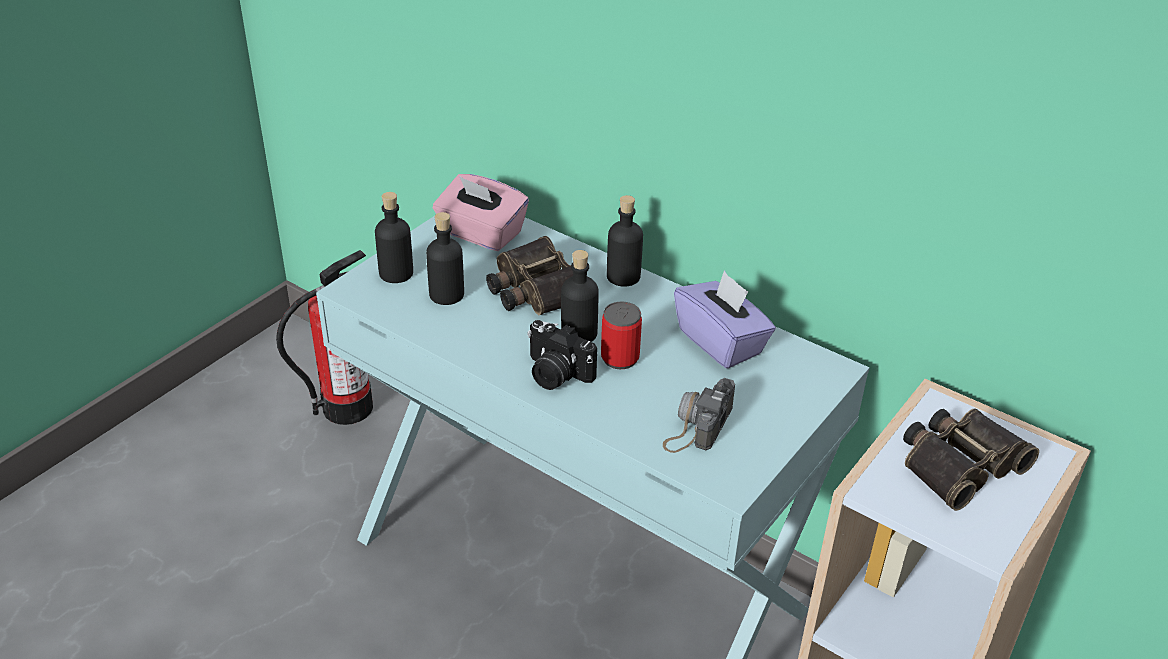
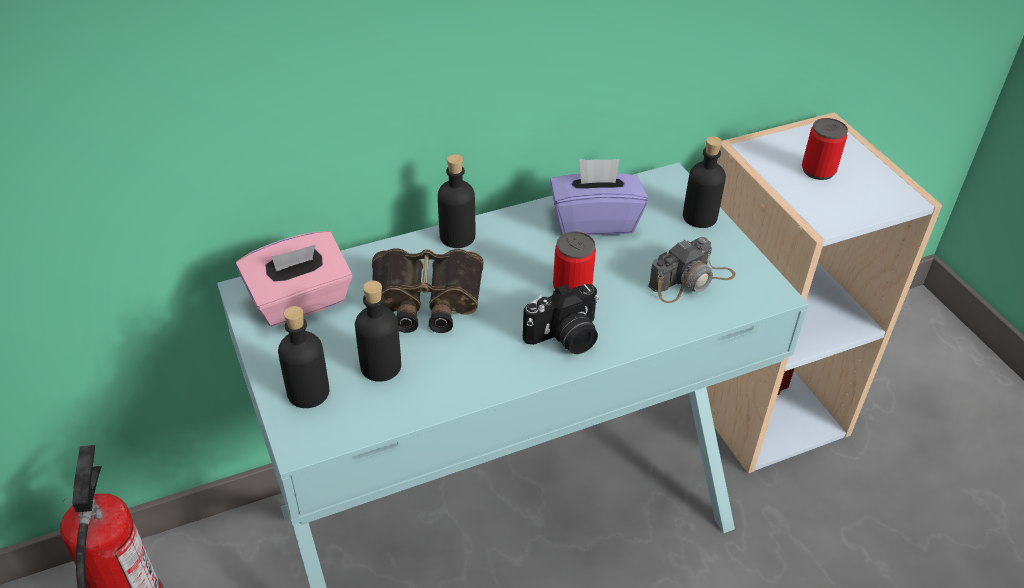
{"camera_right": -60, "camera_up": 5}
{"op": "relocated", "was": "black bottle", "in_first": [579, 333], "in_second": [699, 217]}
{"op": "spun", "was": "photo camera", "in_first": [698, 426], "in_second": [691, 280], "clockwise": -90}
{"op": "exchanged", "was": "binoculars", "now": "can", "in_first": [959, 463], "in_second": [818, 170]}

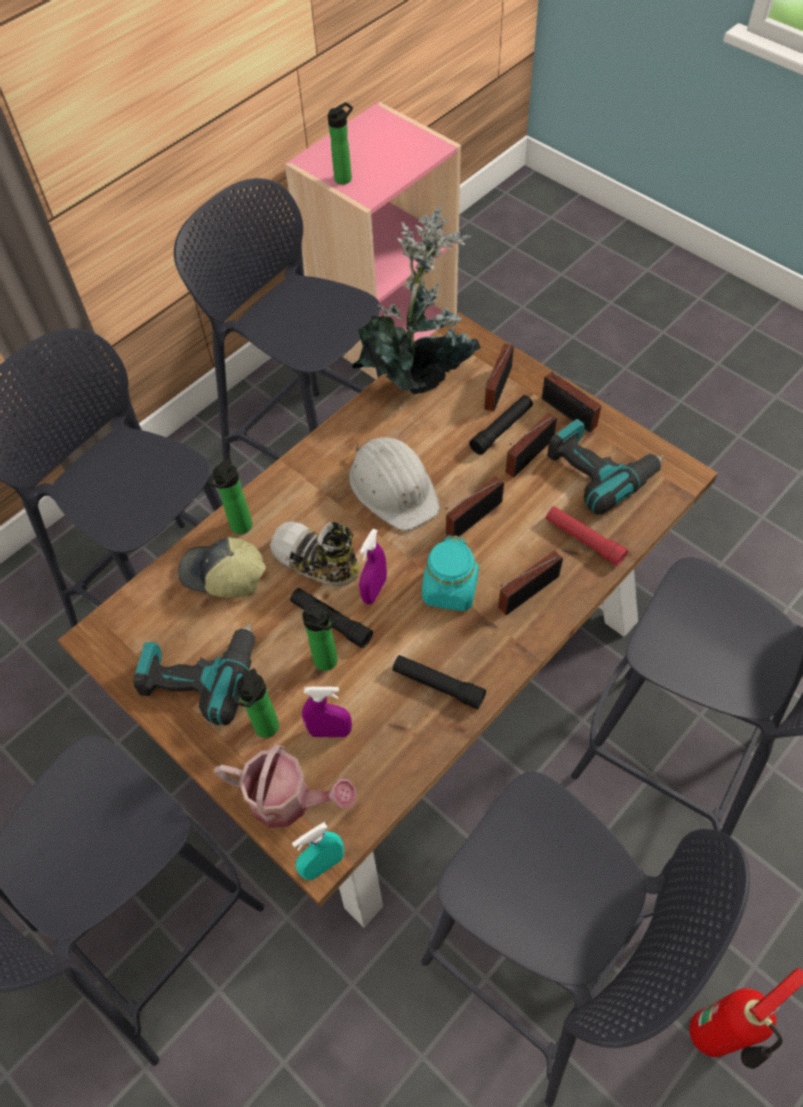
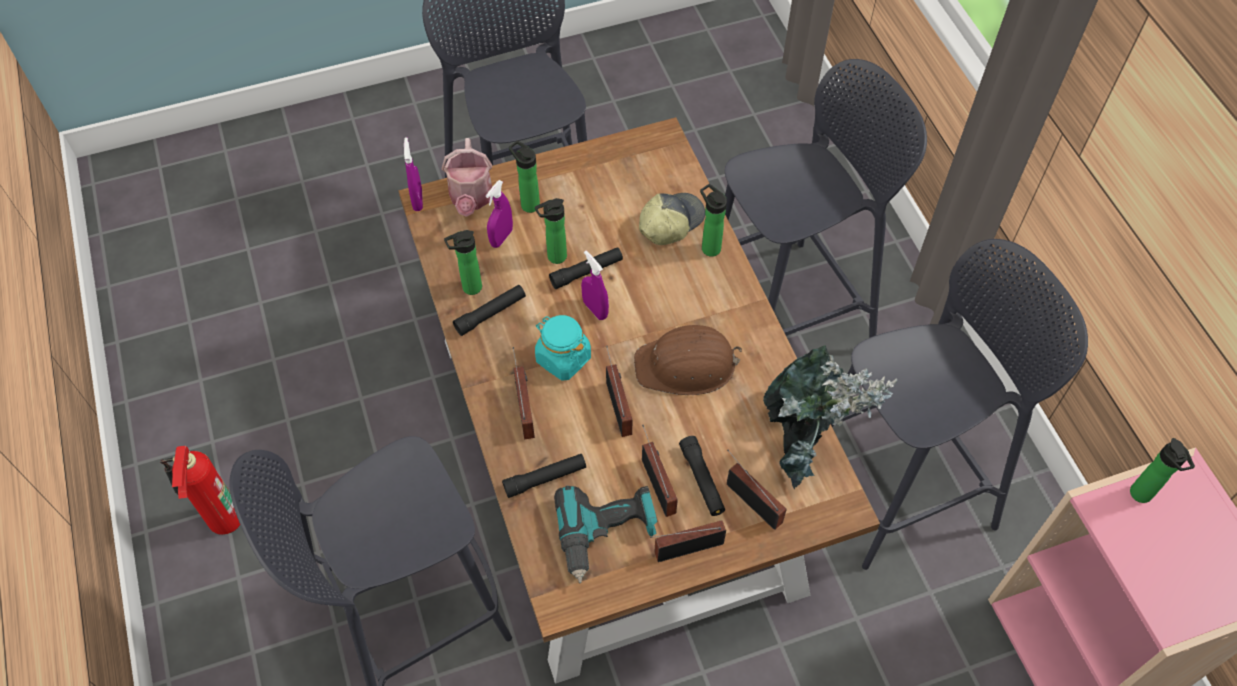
{"camera_right": 115, "camera_up": 0}
{"op": "colour", "was": "white hard hat", "now": "brown hard hat", "in_first": [393, 487], "in_second": [686, 365]}
{"op": "colour", "was": "red flashlight", "now": "black flashlight", "in_first": [584, 540], "in_second": [545, 478]}
{"op": "missing", "was": "shoe", "in_first": [315, 561]}
{"op": "missing", "was": "power drill", "in_first": [201, 674]}
{"op": "spun", "was": "watering can", "in_first": [289, 800], "in_second": [471, 199], "clockwise": -45}
{"op": "missing", "was": "grey stool", "in_first": [539, 963]}
{"op": "colour", "was": "turquoise spray bottle", "now": "purple spray bottle", "in_first": [323, 865], "in_second": [417, 200]}
{"op": "appeared", "now": "bottle", "in_second": [469, 288]}

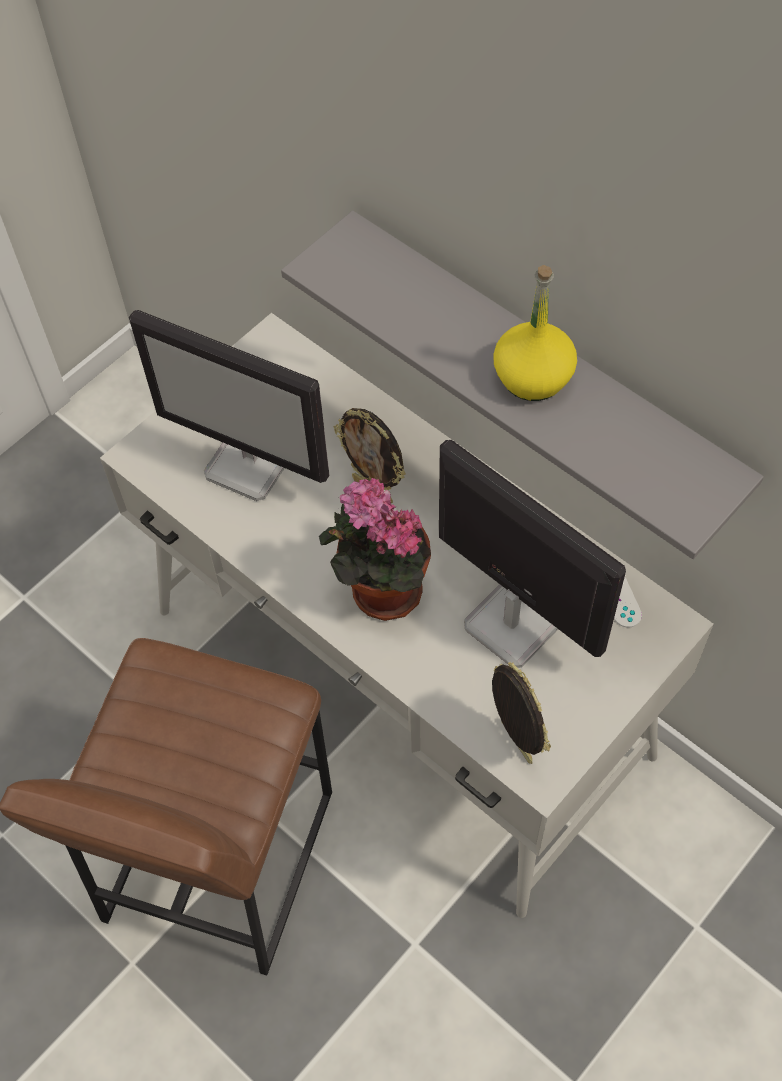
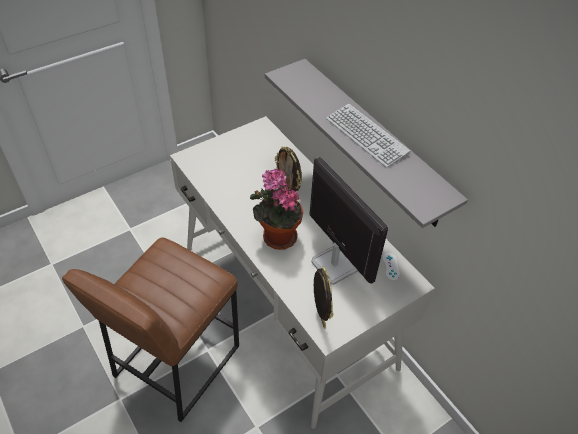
{"camera_right": 10, "camera_up": -10}
{"op": "exchanged", "was": "yellow bottle", "now": "keyboard", "in_first": [533, 377], "in_second": [366, 136]}
{"op": "missing", "was": "monitor", "in_first": [251, 464]}

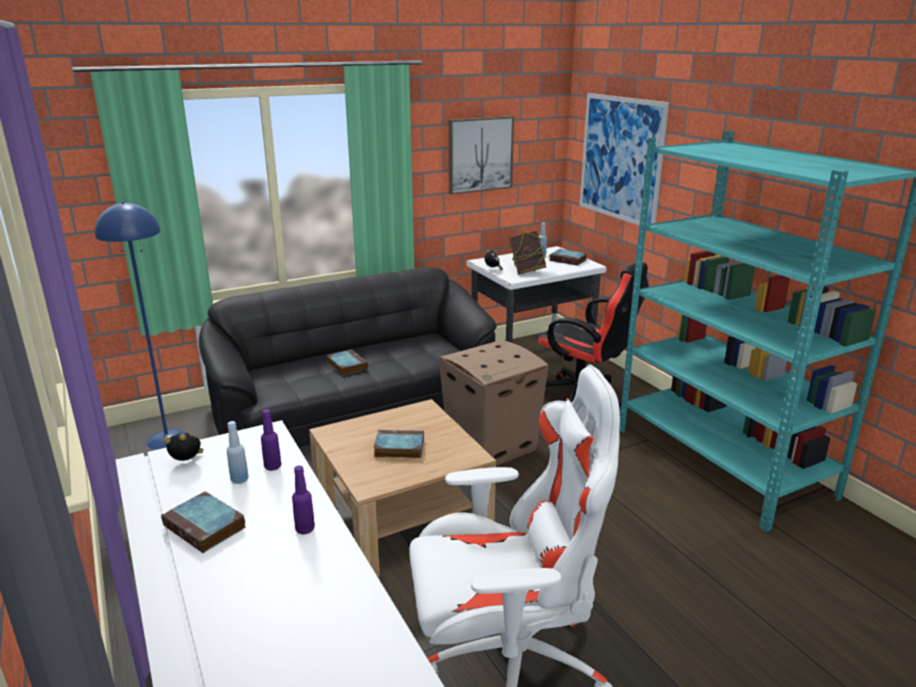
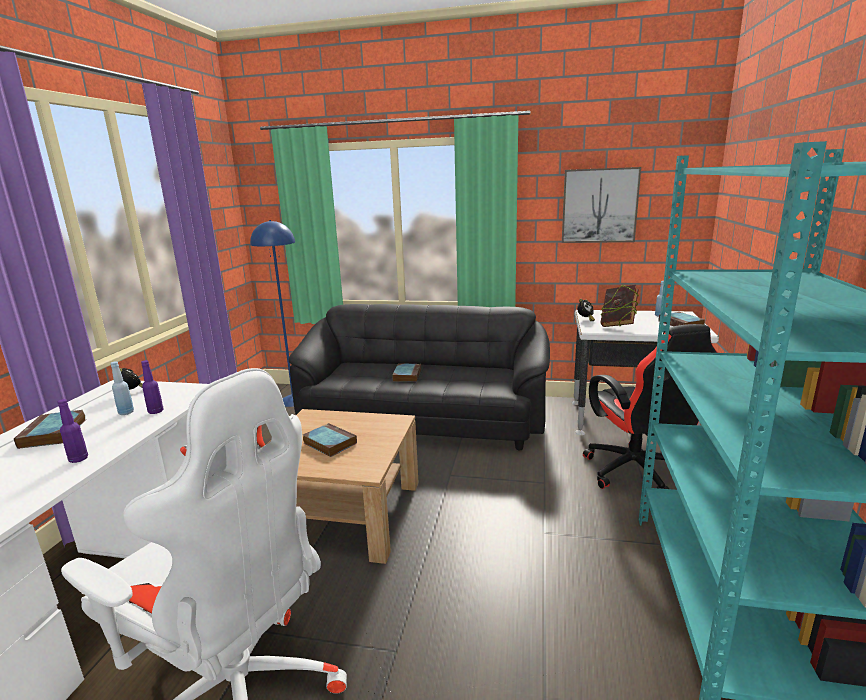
{"camera_right": 40, "camera_up": -5}
{"op": "missing", "was": "picture", "in_first": [620, 159]}
{"op": "missing", "was": "cardboard box", "in_first": [492, 445]}

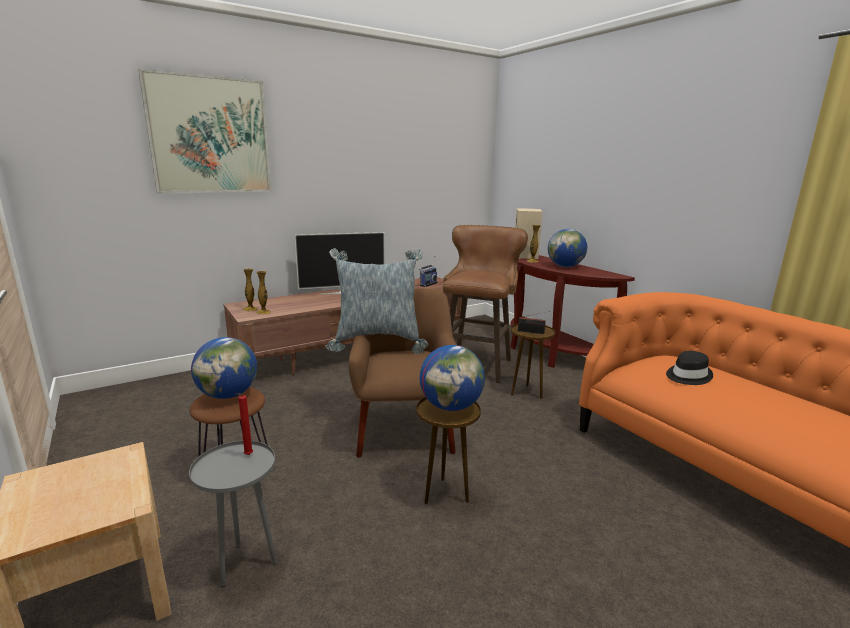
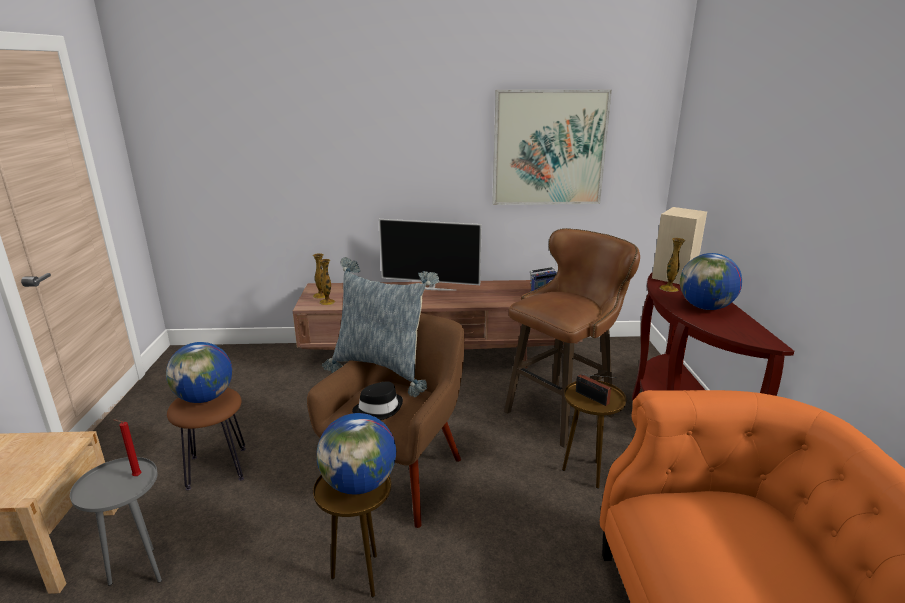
{"camera_right": 30, "camera_up": 5}
{"op": "relocated", "was": "picture", "in_first": [210, 136], "in_second": [549, 148]}
{"op": "relocated", "was": "black hat", "in_first": [687, 376], "in_second": [378, 409]}

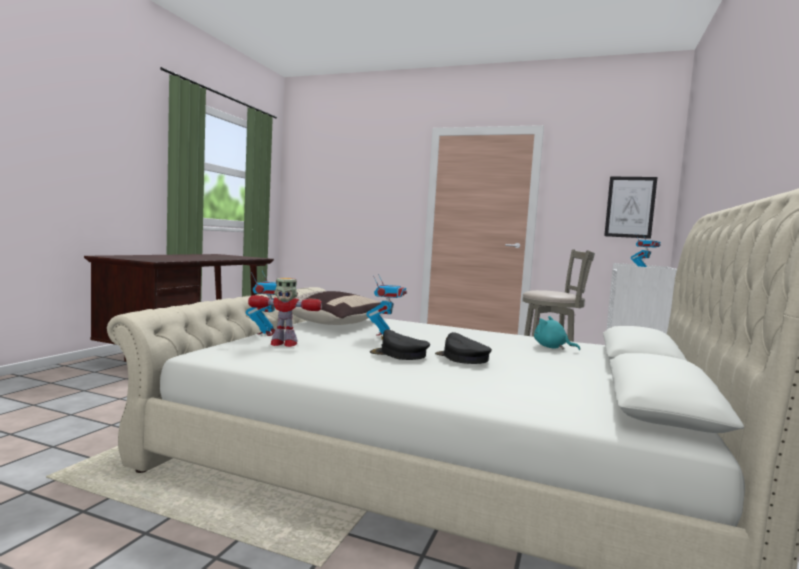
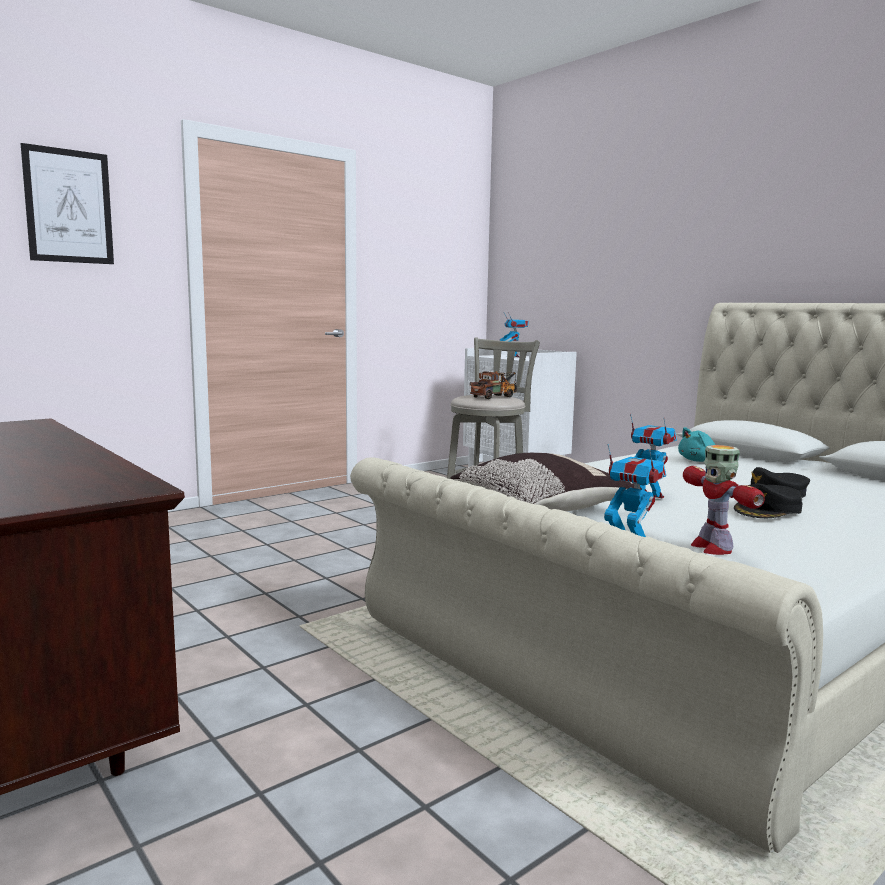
{"camera_right": -60, "camera_up": 5}
{"op": "relocated", "was": "picture", "in_first": [630, 207], "in_second": [69, 206]}
{"op": "spun", "was": "toy robot", "in_first": [283, 343], "in_second": [712, 547], "clockwise": 135}
{"op": "appeared", "now": "toy truck", "in_second": [496, 396]}

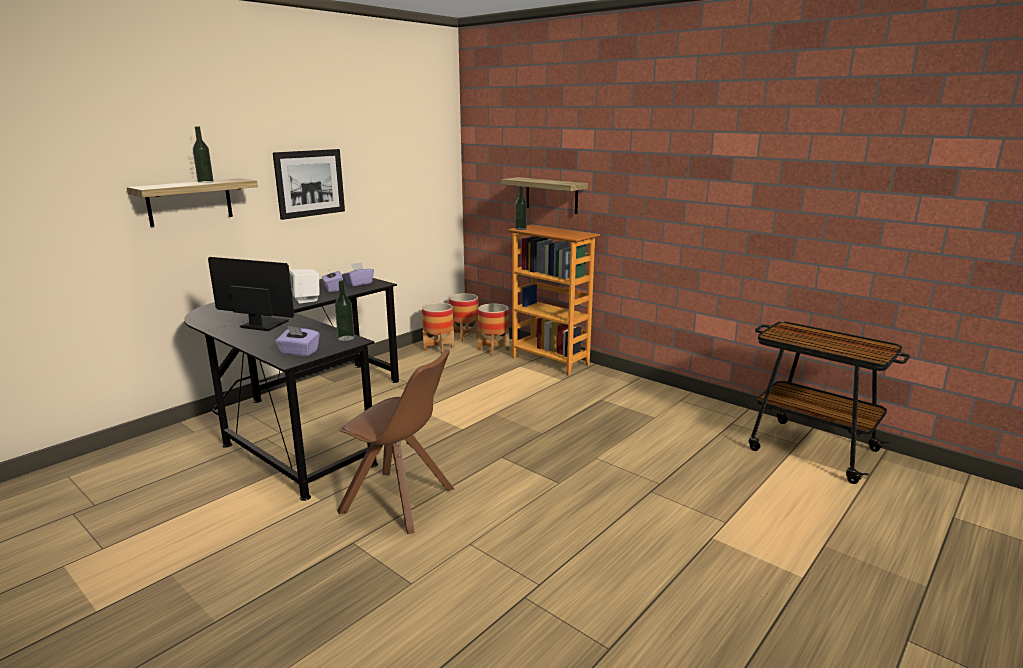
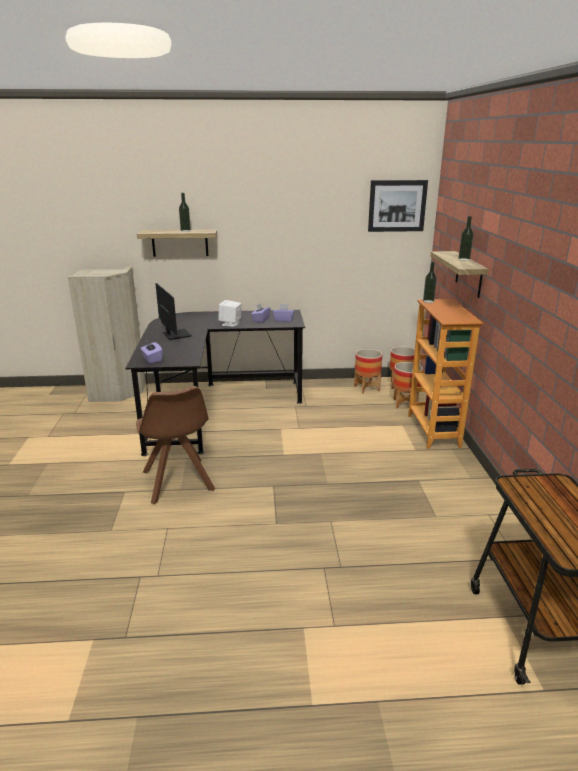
{"camera_right": 45, "camera_up": 5}
{"op": "relocated", "was": "picture", "in_first": [310, 183], "in_second": [397, 206]}
{"op": "relocated", "was": "bottle", "in_first": [346, 338], "in_second": [464, 259]}
{"op": "appeared", "now": "beige cabinet", "in_second": [117, 392]}

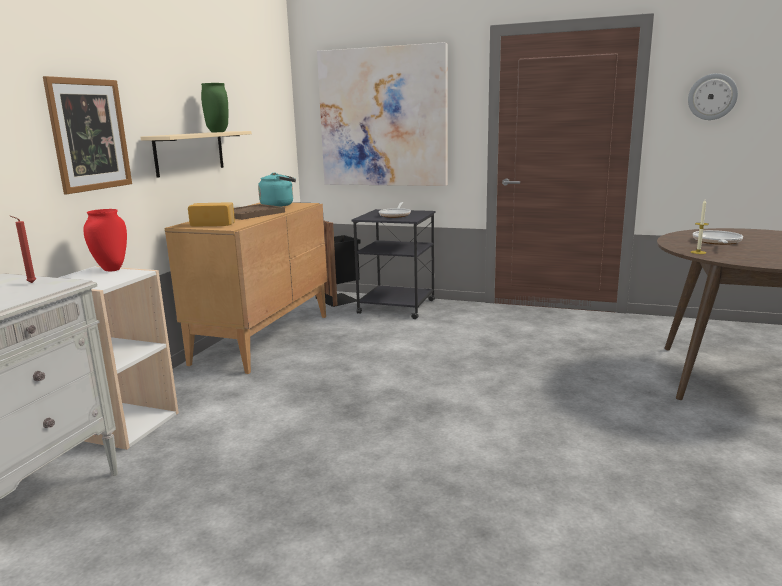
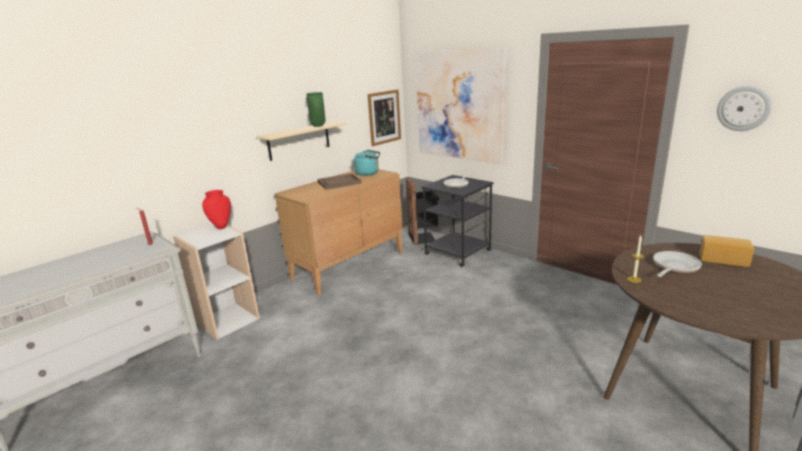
{"camera_right": 25, "camera_up": 5}
{"op": "relocated", "was": "picture", "in_first": [89, 135], "in_second": [384, 117]}
{"op": "relocated", "was": "bread", "in_first": [213, 224], "in_second": [723, 259]}

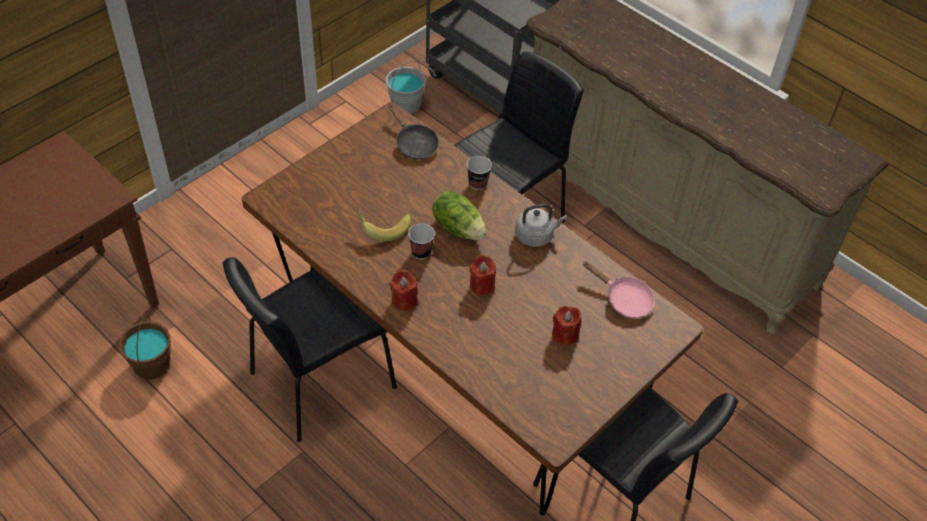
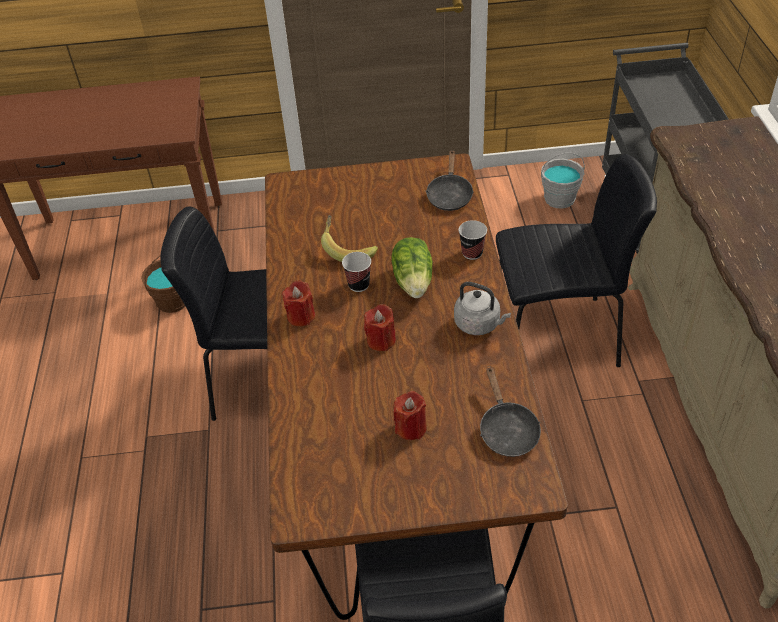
{"camera_right": 45, "camera_up": -5}
{"op": "colour", "was": "pink frying pan", "now": "black frying pan", "in_first": [624, 299], "in_second": [507, 430]}

